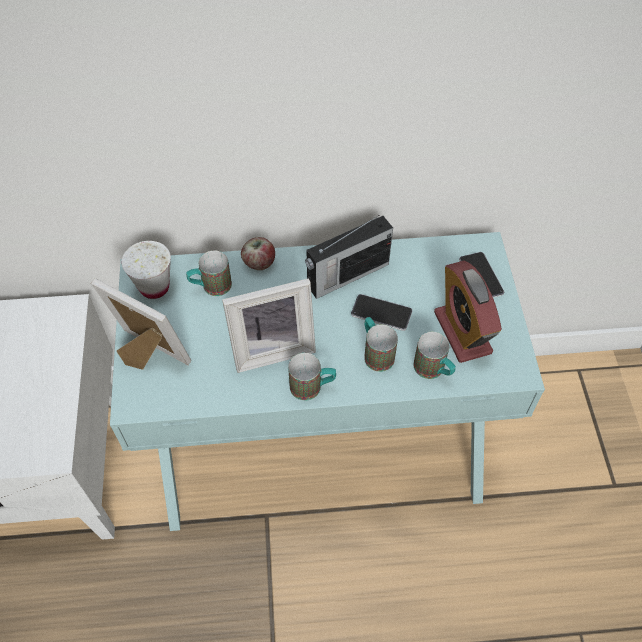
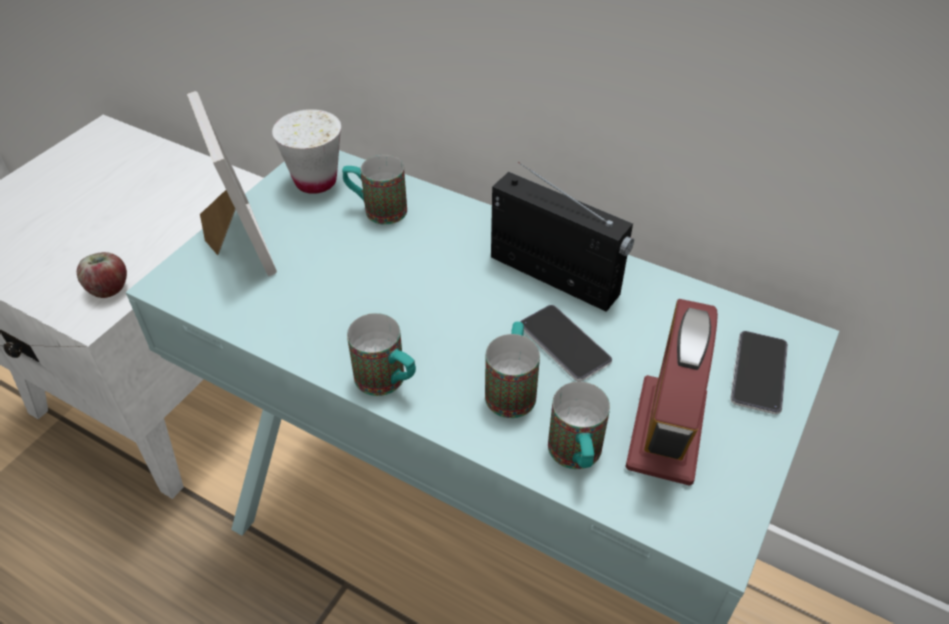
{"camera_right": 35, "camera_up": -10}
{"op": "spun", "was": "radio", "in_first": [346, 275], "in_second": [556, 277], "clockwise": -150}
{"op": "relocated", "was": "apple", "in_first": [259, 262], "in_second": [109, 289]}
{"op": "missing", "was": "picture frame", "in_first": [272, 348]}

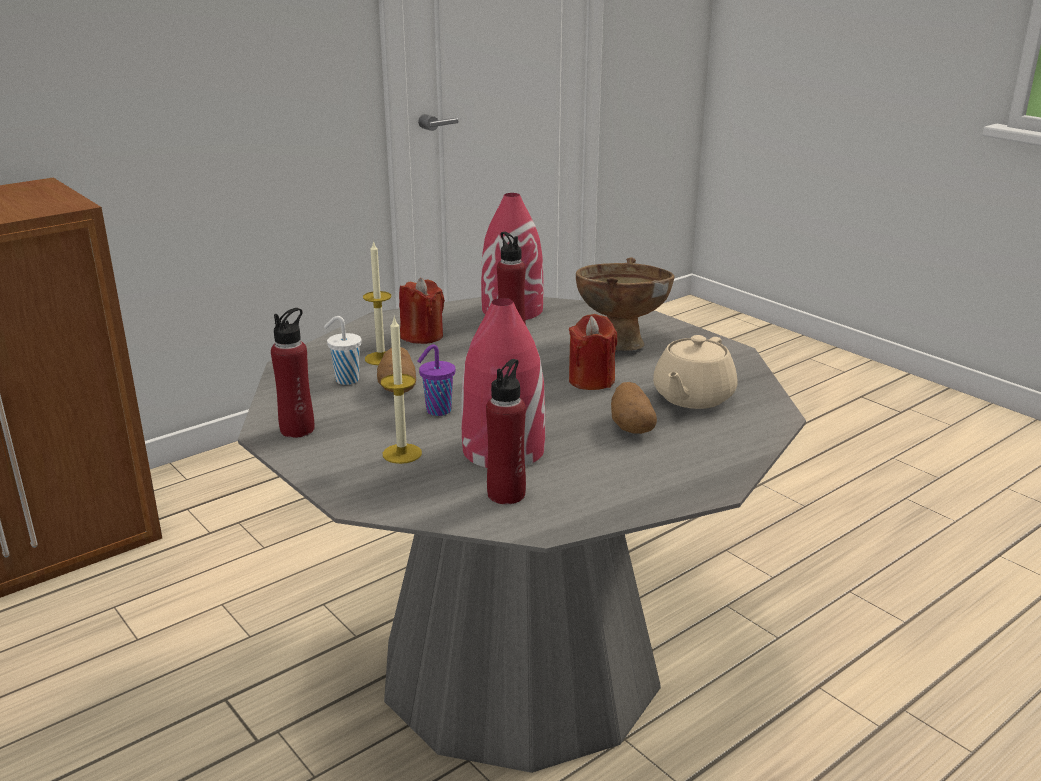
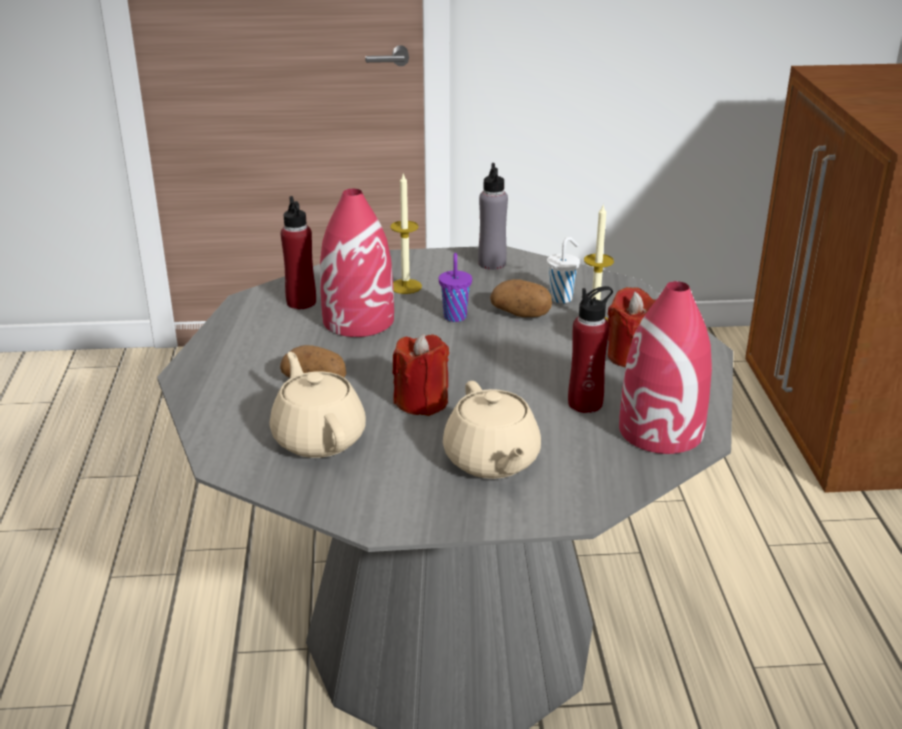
{"camera_right": 125, "camera_up": 5}
{"op": "exchanged", "was": "brown bowl", "now": "beige teapot", "in_first": [621, 341], "in_second": [491, 460]}
{"op": "colour", "was": "red bottle", "now": "grey bottle", "in_first": [297, 429], "in_second": [492, 263]}

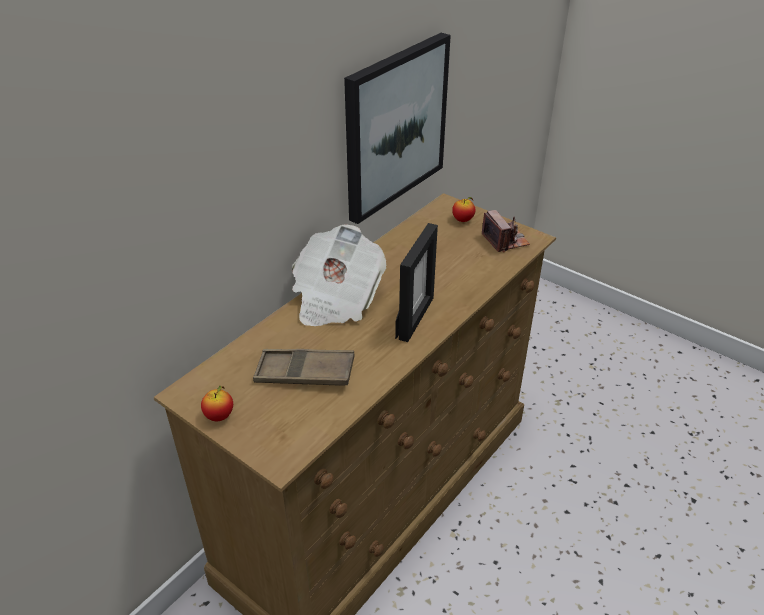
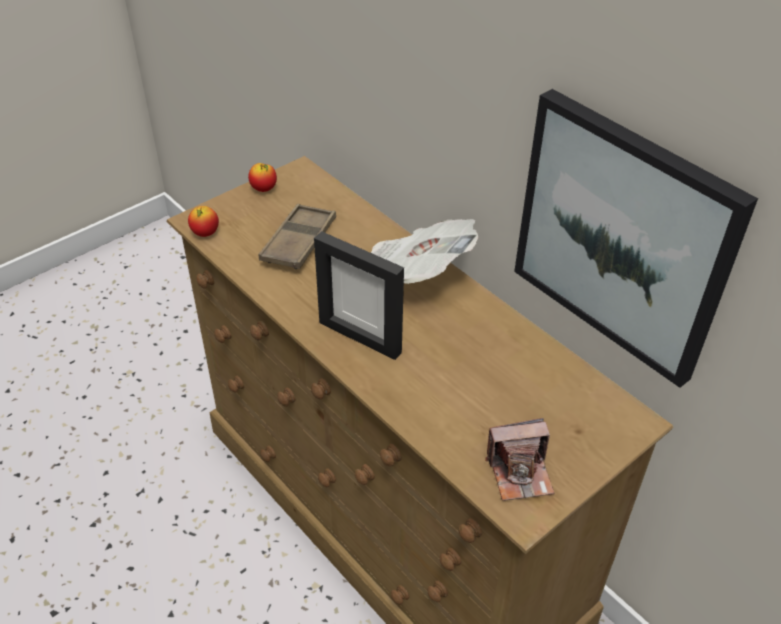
{"camera_right": 100, "camera_up": 5}
{"op": "relocated", "was": "apple", "in_first": [463, 220], "in_second": [205, 233]}

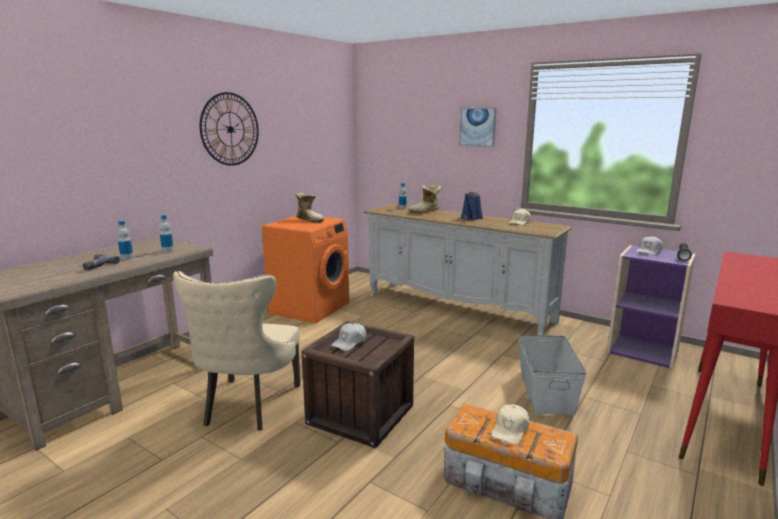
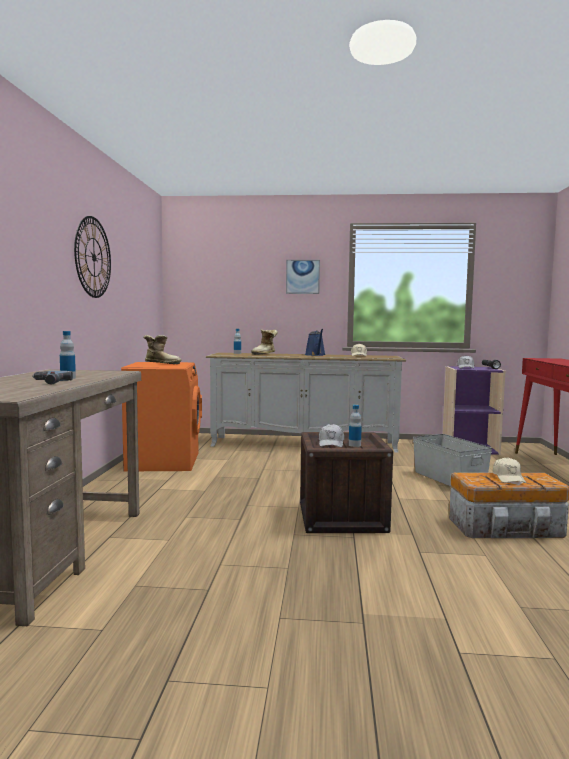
{"camera_right": -30, "camera_up": -10}
{"op": "relocated", "was": "bottle", "in_first": [168, 251], "in_second": [354, 445]}
{"op": "missing", "was": "beige chair", "in_first": [248, 405]}

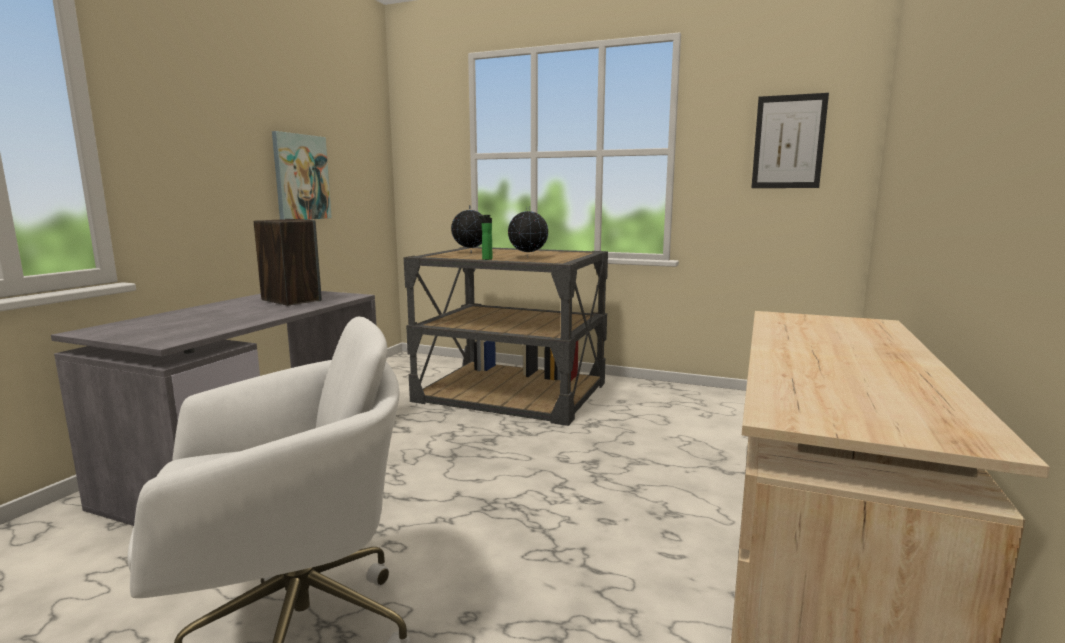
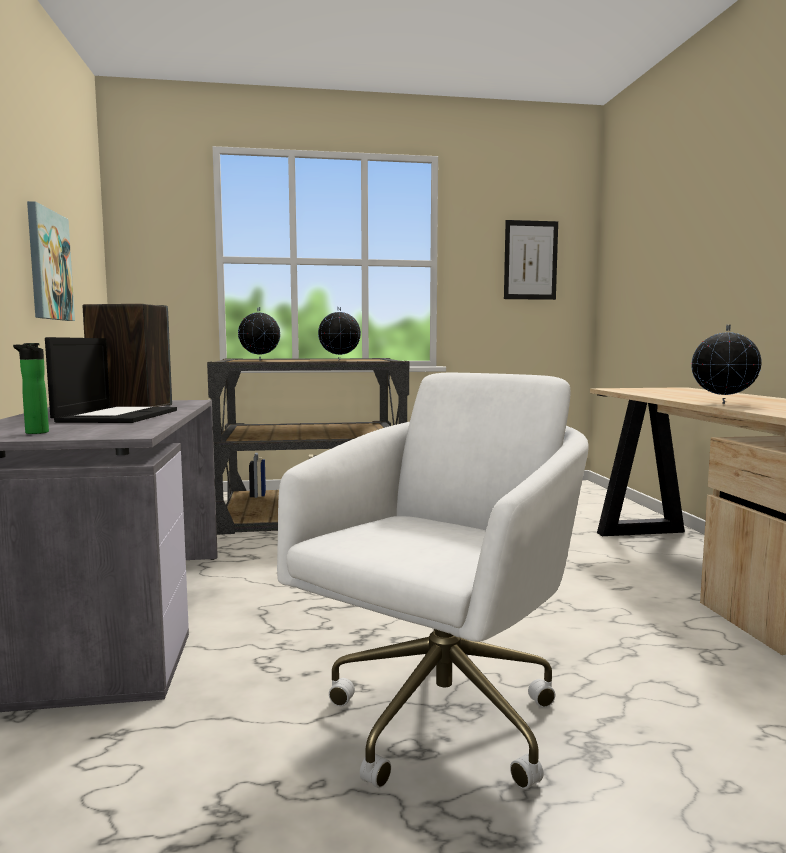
{"camera_right": -30, "camera_up": -5}
{"op": "relocated", "was": "bottle", "in_first": [486, 259], "in_second": [35, 433]}
{"op": "appeared", "now": "globe", "in_second": [723, 403]}
{"op": "appeared", "now": "laptop", "in_second": [117, 416]}

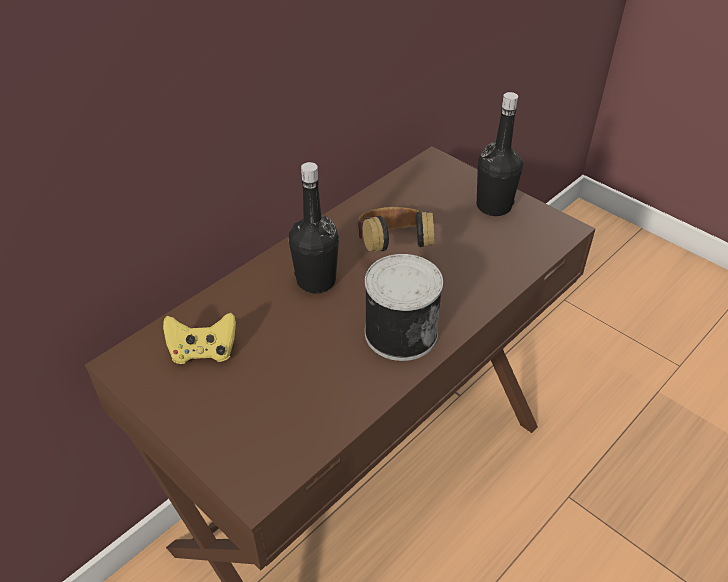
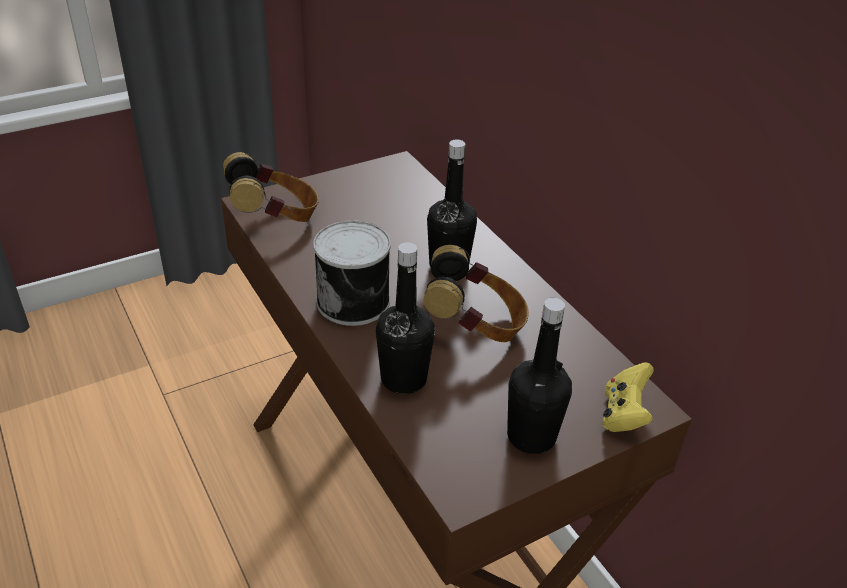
{"camera_right": 105, "camera_up": -5}
{"op": "relocated", "was": "yellow game controller", "in_first": [203, 351], "in_second": [623, 414]}
{"op": "appeared", "now": "headphones", "in_second": [275, 217]}
{"op": "appeared", "now": "black bottle", "in_second": [403, 379]}

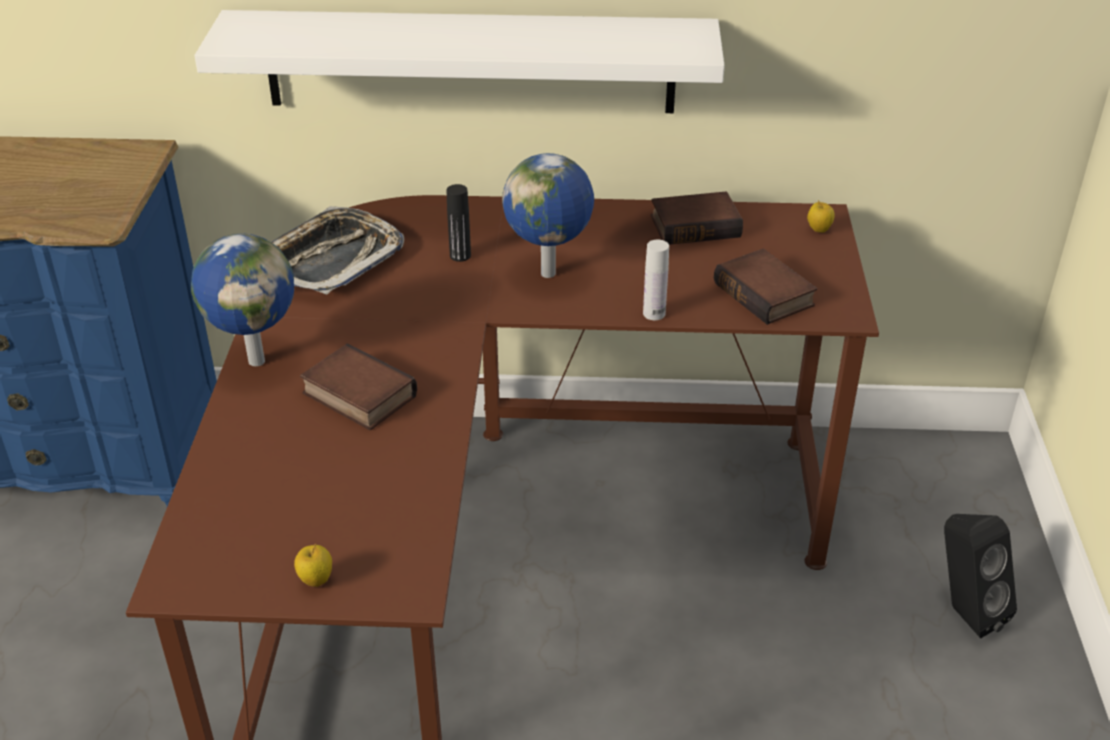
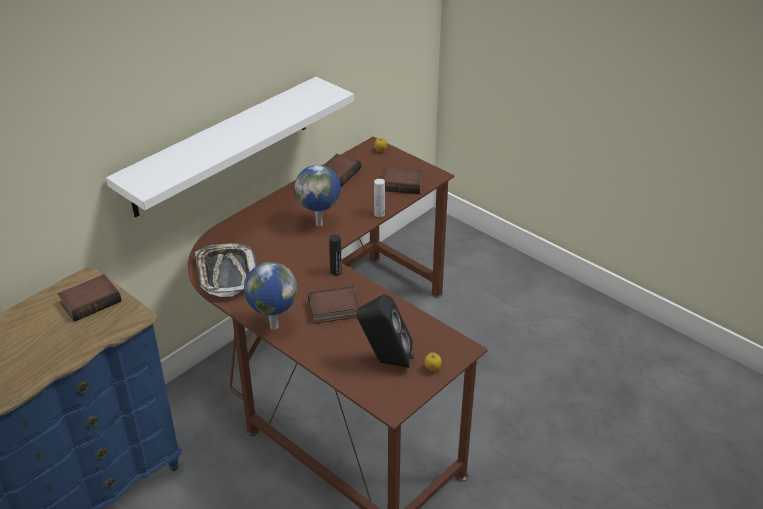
{"camera_right": -50, "camera_up": 0}
{"op": "relocated", "was": "black bottle", "in_first": [460, 255], "in_second": [336, 271]}
{"op": "relocated", "was": "black speaker", "in_first": [963, 612], "in_second": [385, 361]}
{"op": "appeared", "now": "book", "in_second": [91, 301]}

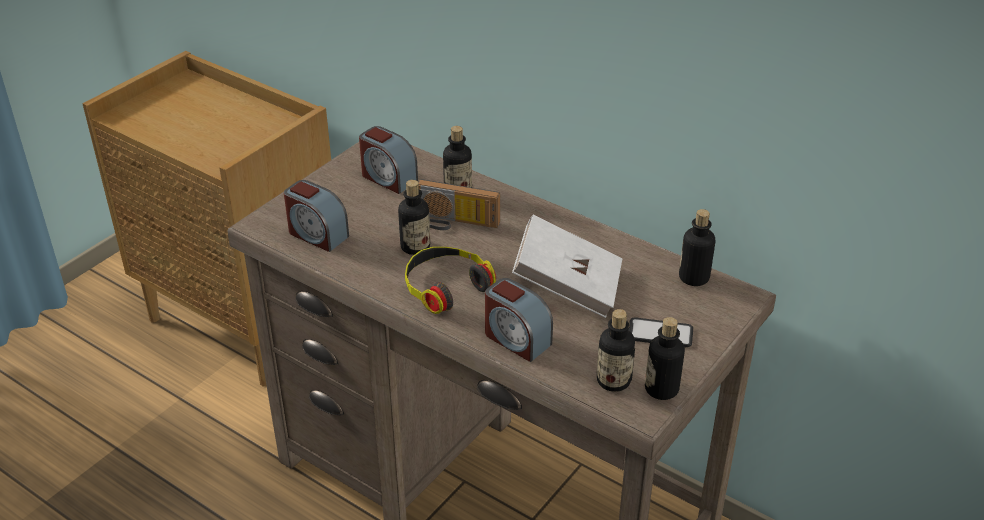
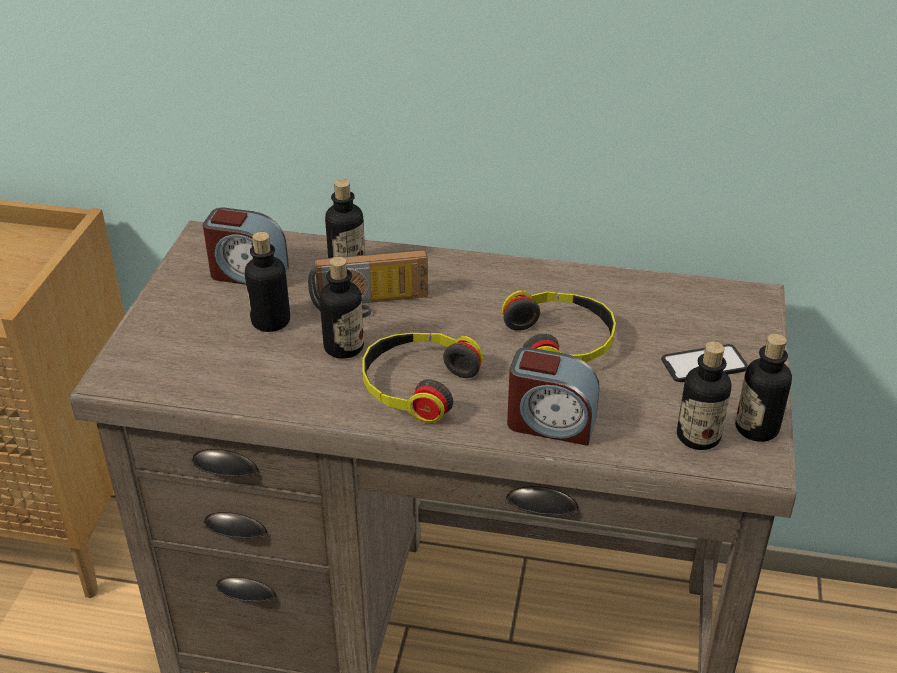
{"camera_right": -25, "camera_up": 0}
{"op": "missing", "was": "alarm clock", "in_first": [317, 234]}
{"op": "relocated", "was": "bottle", "in_first": [694, 277], "in_second": [271, 321]}
{"op": "exchanged", "was": "white book", "now": "headphones", "in_first": [567, 286], "in_second": [561, 341]}

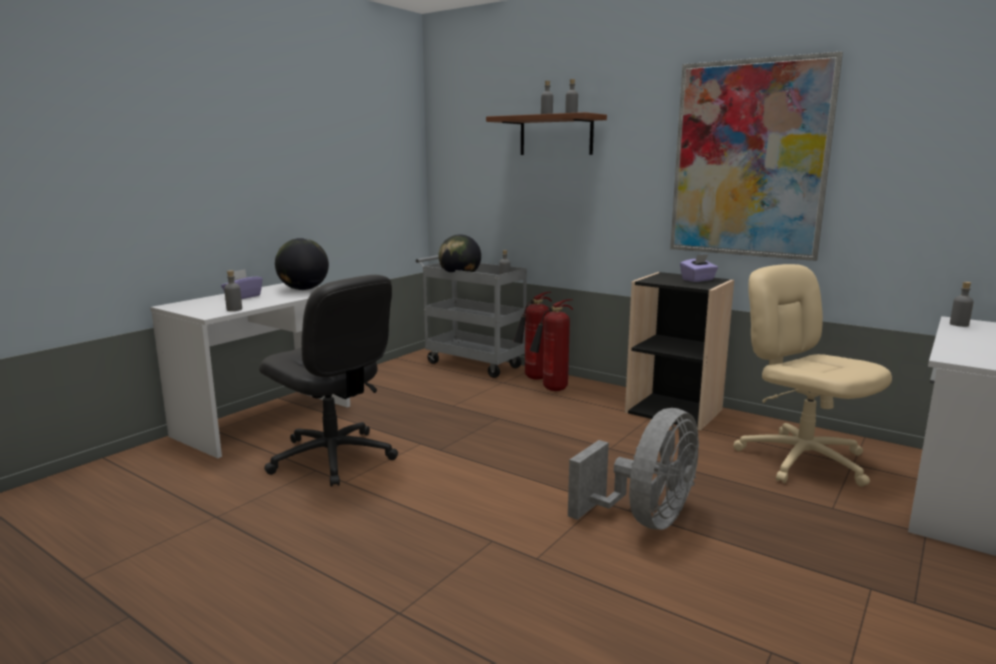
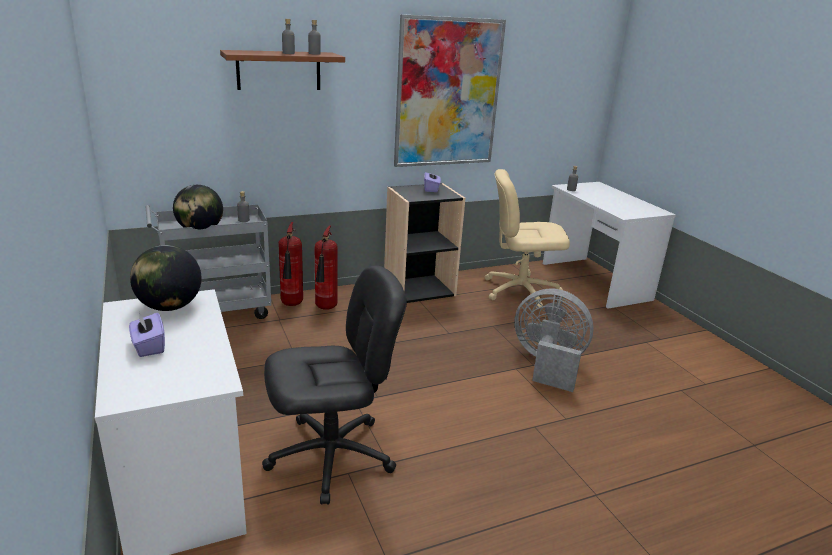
{"camera_right": -60, "camera_up": 10}
{"op": "missing", "was": "grey bottle", "in_first": [234, 309]}
{"op": "spun", "was": "grey fan", "in_first": [645, 519], "in_second": [547, 364], "clockwise": -45}

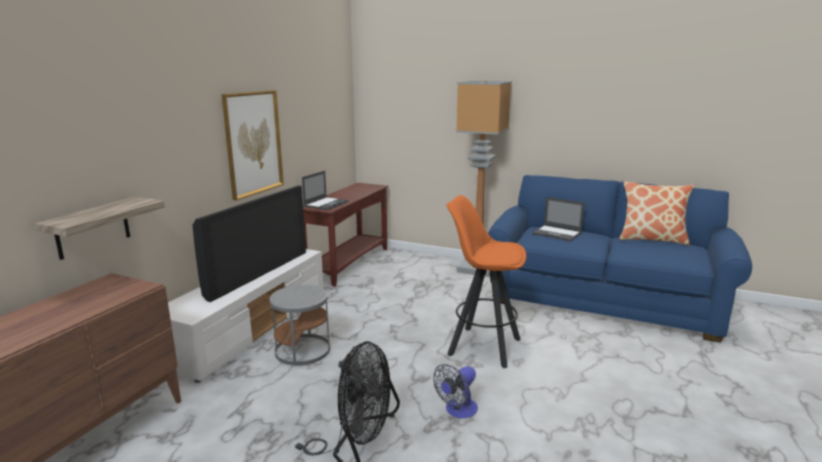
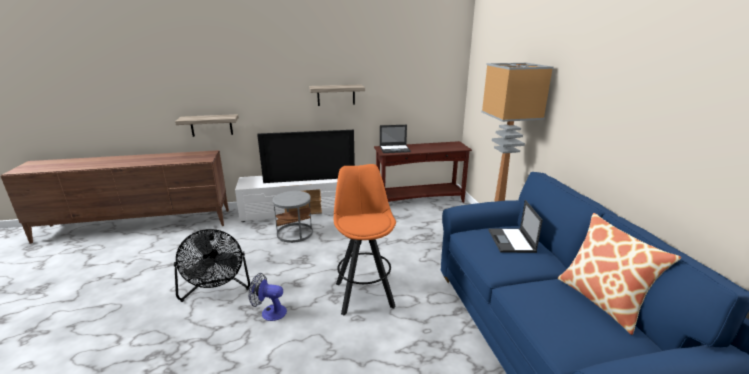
{"camera_right": 55, "camera_up": 5}
{"op": "exchanged", "was": "picture", "now": "shelf", "in_first": [253, 143], "in_second": [336, 95]}

